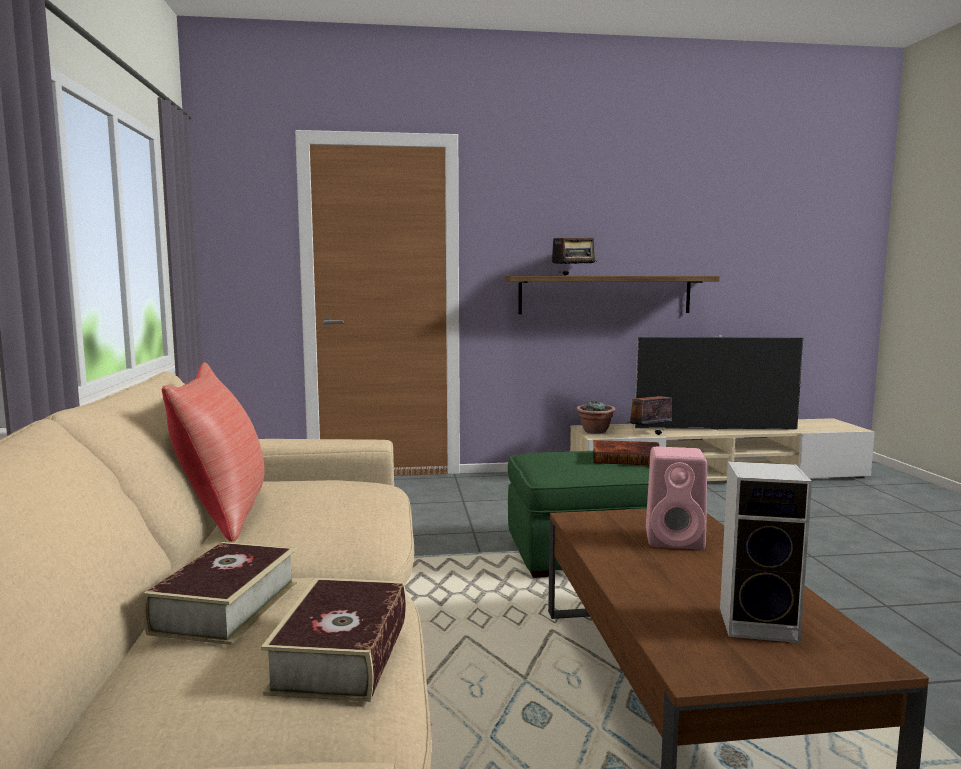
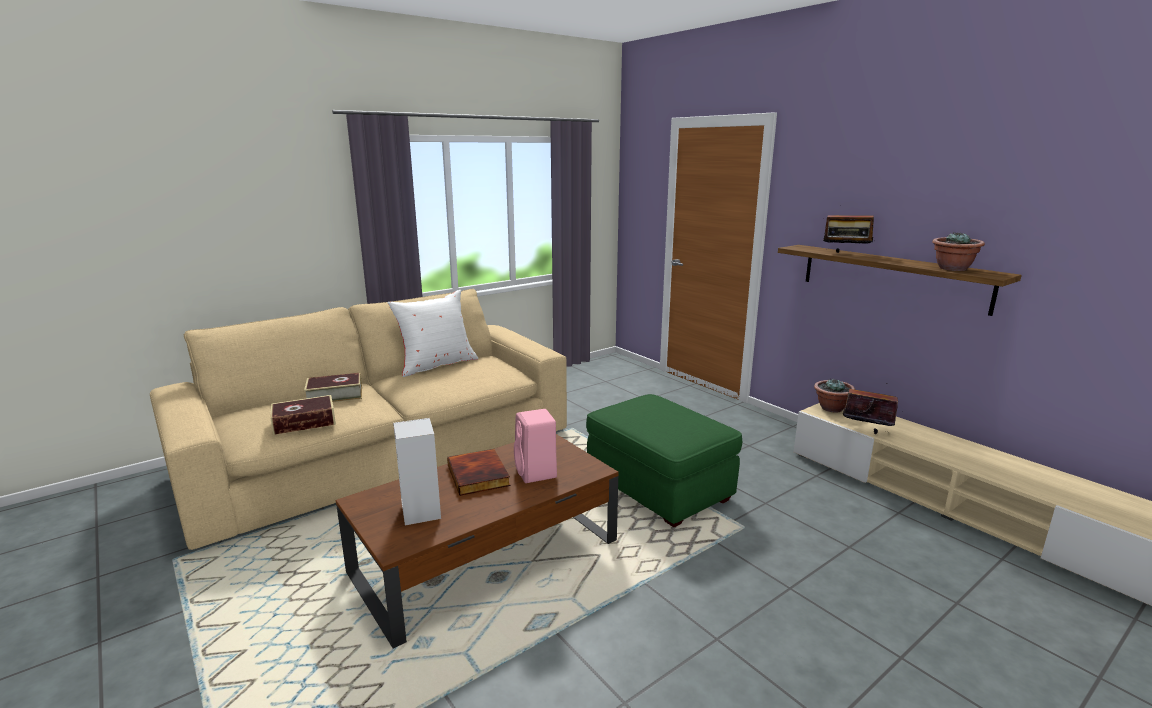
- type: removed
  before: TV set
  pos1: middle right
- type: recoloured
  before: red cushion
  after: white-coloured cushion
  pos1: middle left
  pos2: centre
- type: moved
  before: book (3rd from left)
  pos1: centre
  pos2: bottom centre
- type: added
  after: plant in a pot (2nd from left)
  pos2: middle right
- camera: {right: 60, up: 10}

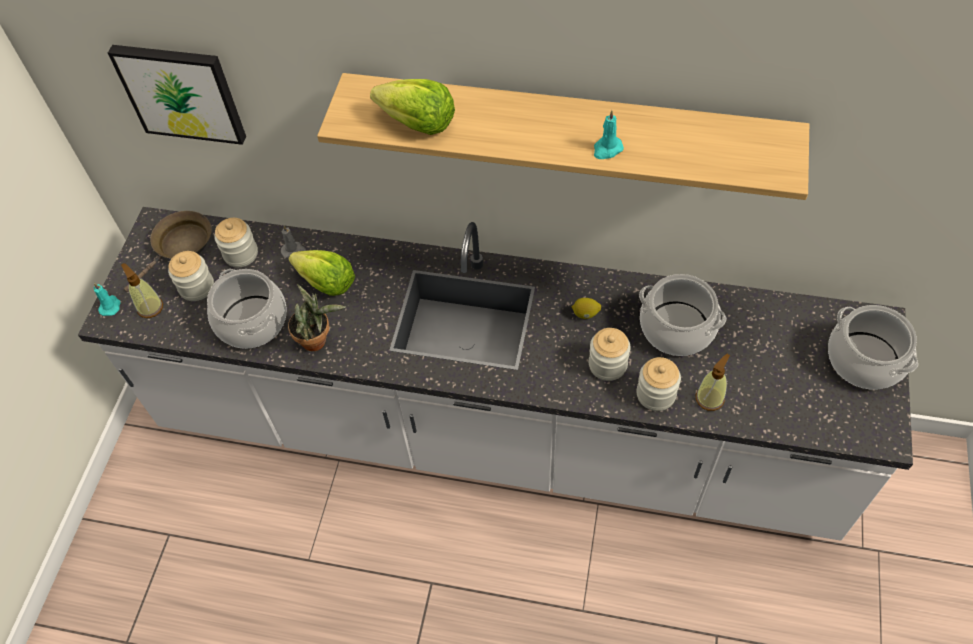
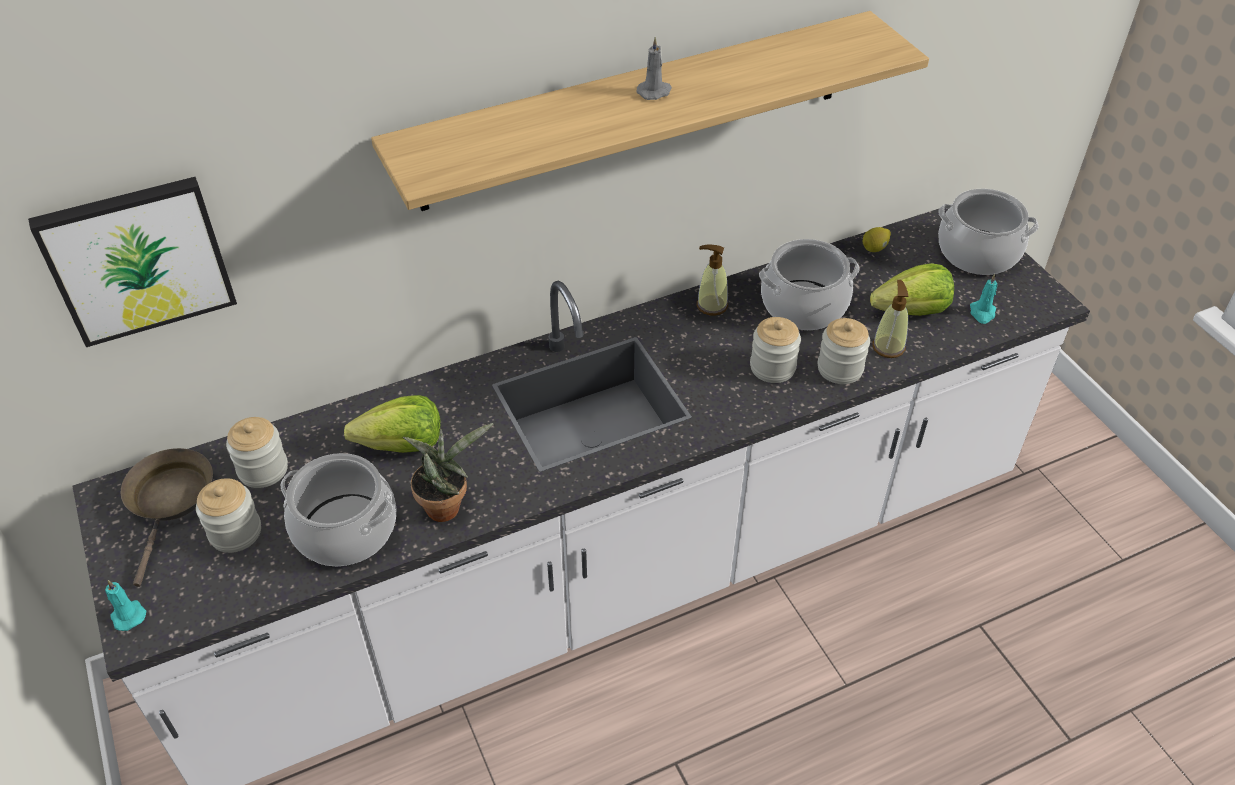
- type: moved
  before: lettuce (2nd from left)
  pos1: top centre
  pos2: middle right
- type: moved
  before: turquoise candle (2nd from left)
  pos1: top centre
  pos2: middle right
- type: moved
  before: grey candle
  pos1: middle left
  pos2: top centre
- type: moved
  before: soap dispenser (1st from left)
  pos1: middle left
  pos2: centre
- type: moved
  before: citrus fruit
  pos1: centre
  pos2: top right
- camera: {right: -40, up: -10}

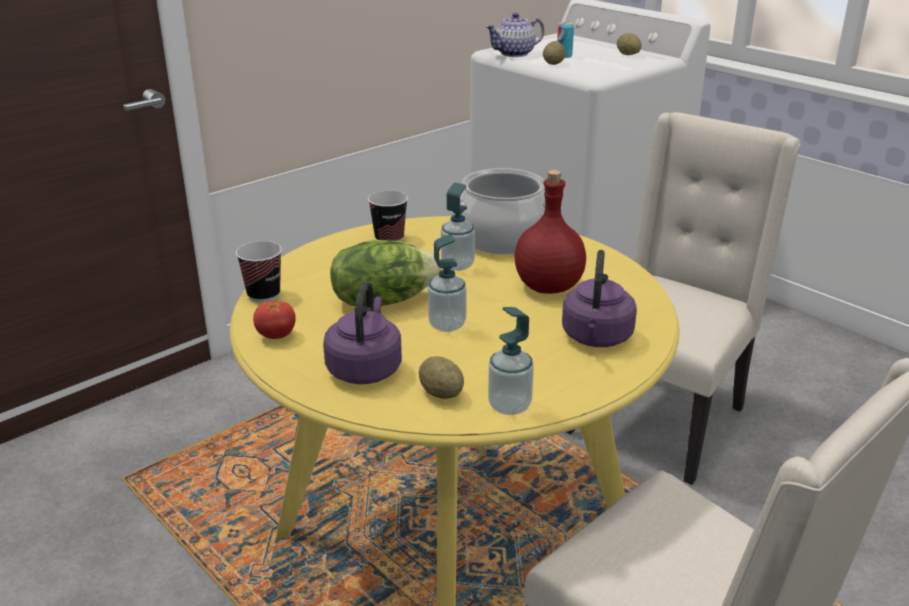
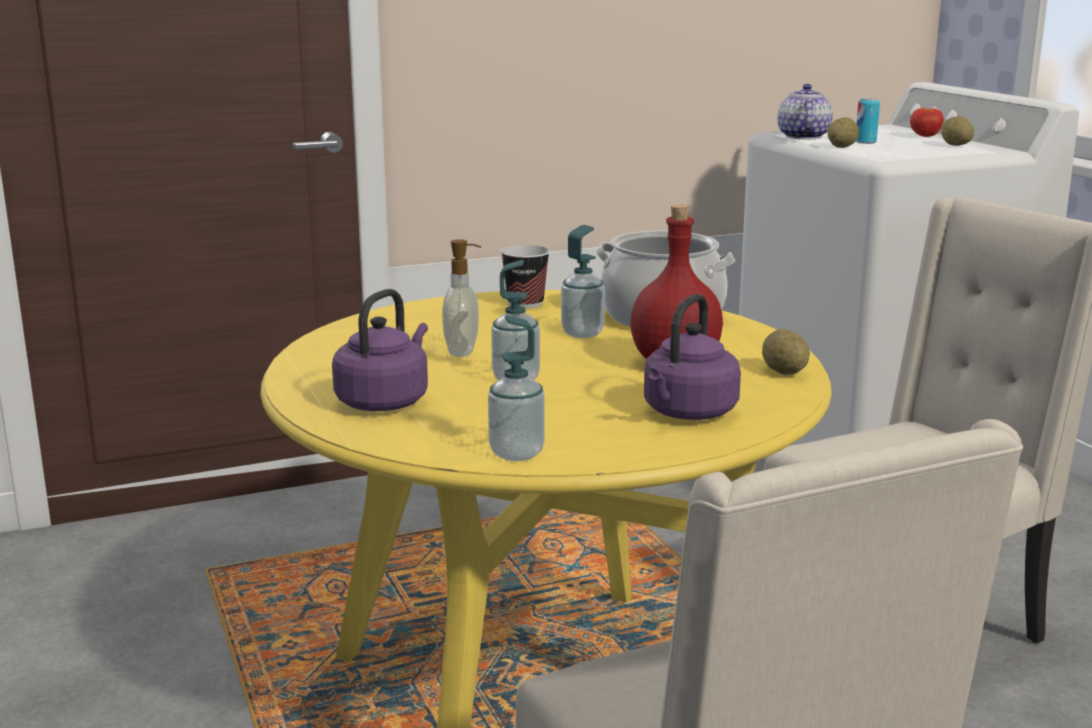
- type: turned
  before: pot for tea
  pos1: top centre
  pos2: top right
  turn: 105
- type: replaced
  before: lettuce
  after: soap dispenser (1st from left)
  pos1: centre
  pos2: centre
- type: removed
  before: drinking cup (1st from left)
  pos1: middle left
- type: moved
  before: whole tomato
  pos1: middle left
  pos2: top right
- type: moved
  before: potato (1st from left)
  pos1: centre
  pos2: middle right
- camera: {right: 20, up: -10}

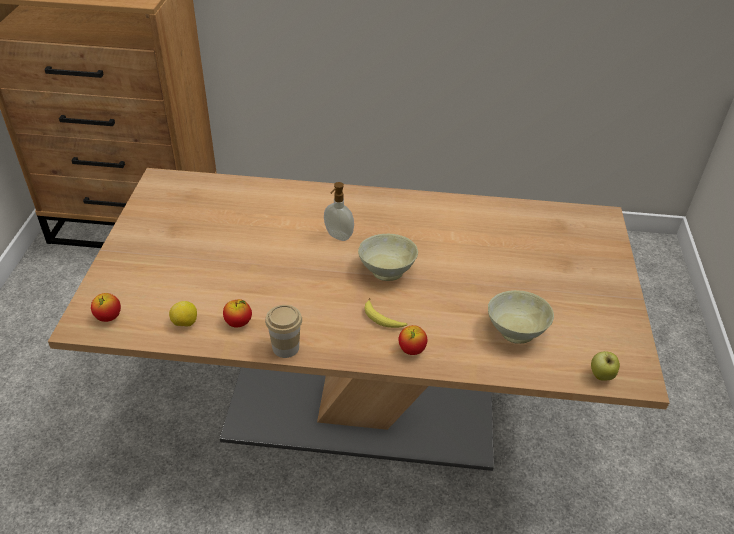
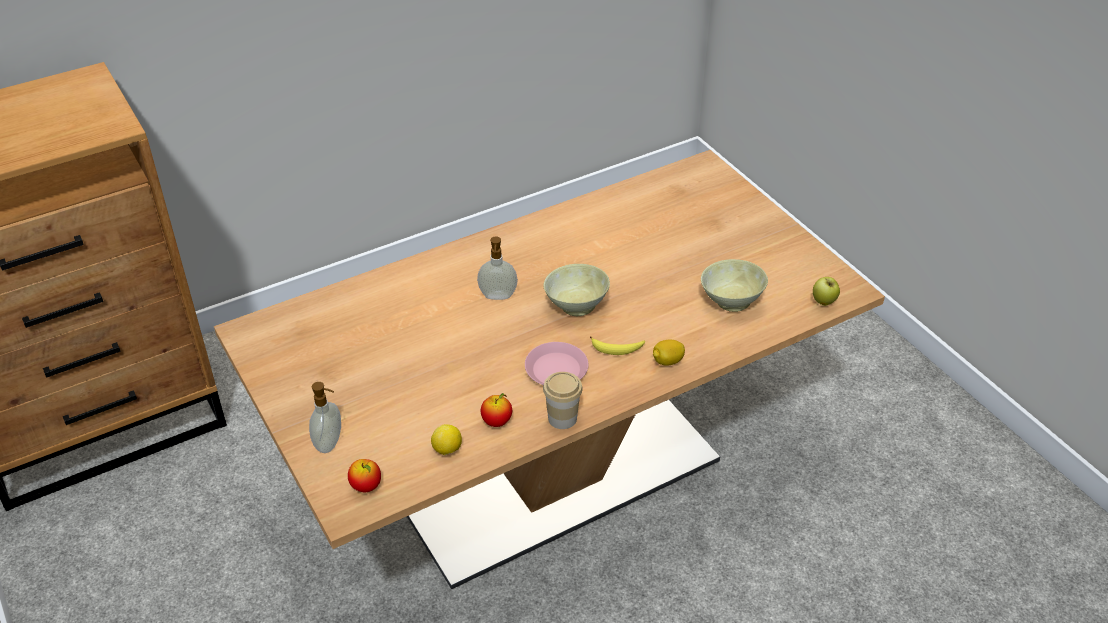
- type: replaced
  before: apple (3rd from left)
  after: citrus fruit (2nd from left)
  pos1: centre
  pos2: centre
- type: added
  after: pink plate
  pos2: centre
- type: added
  after: soap dispenser (1st from left)
  pos2: bottom left
- camera: {right: -35, up: 0}

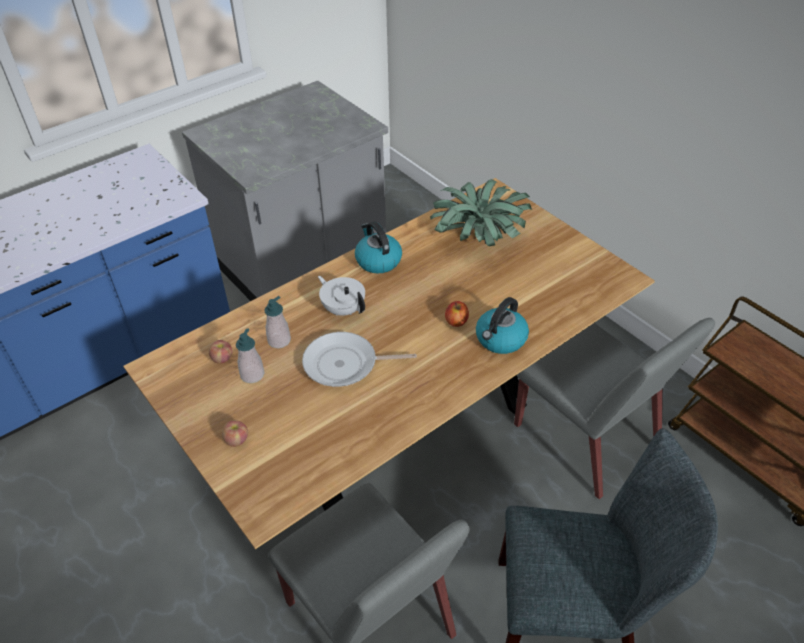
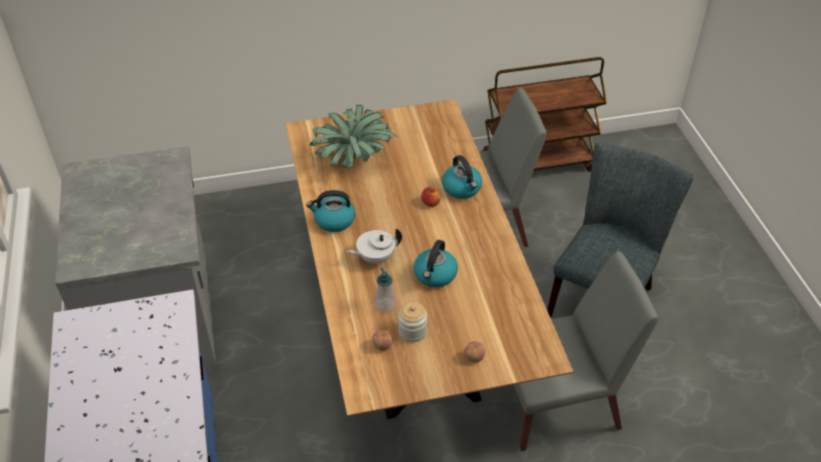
- type: replaced
  before: soap dispenser (1st from left)
  after: jar
  pos1: middle left
  pos2: bottom centre
- type: replaced
  before: frying pan
  after: tea kettle (2nd from left)
  pos1: centre
  pos2: centre
- camera: {right: -65, up: 0}

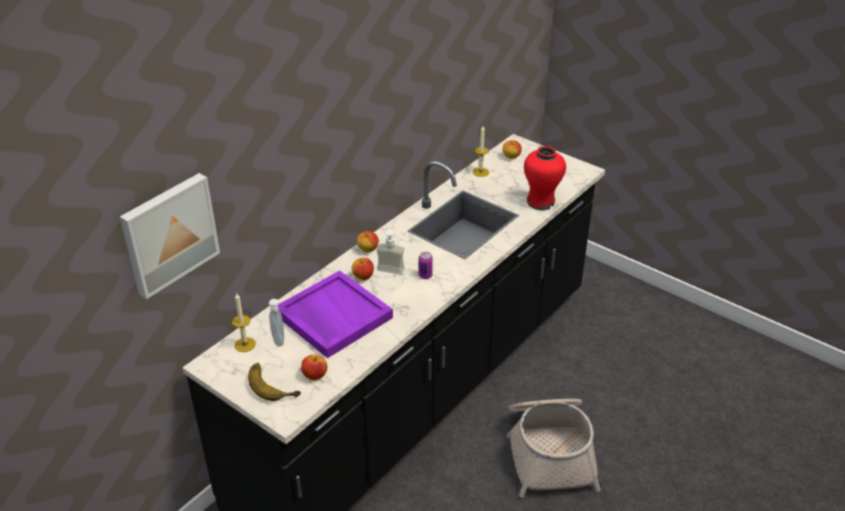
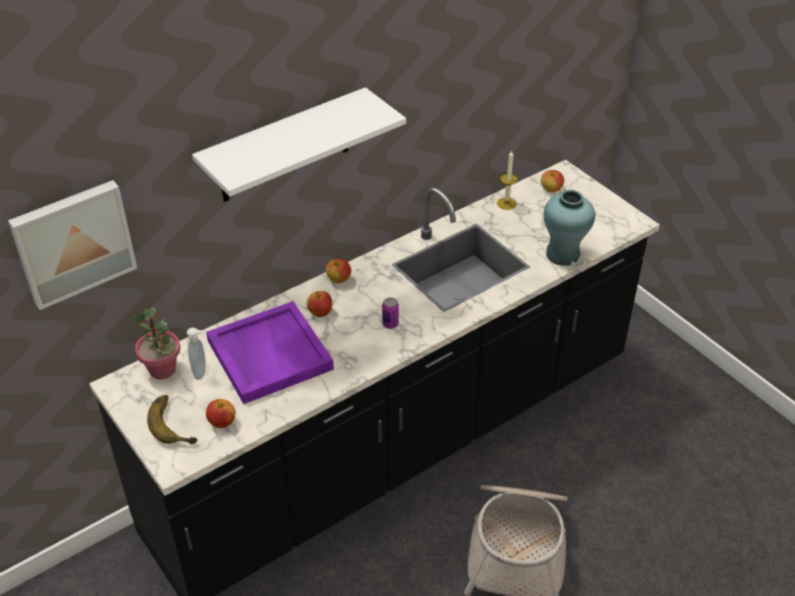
- type: recoloured
  before: red flower vase
  after: turquoise flower vase
  pos1: centre
  pos2: middle right
- type: removed
  before: soap dispenser (2nd from left)
  pos1: centre
- type: replaced
  before: candle (1st from left)
  after: plant in a pot
  pos1: middle left
  pos2: middle left
- type: added
  after: white-coloured bracket shelf
  pos2: top centre
- camera: {right: 15, up: 5}

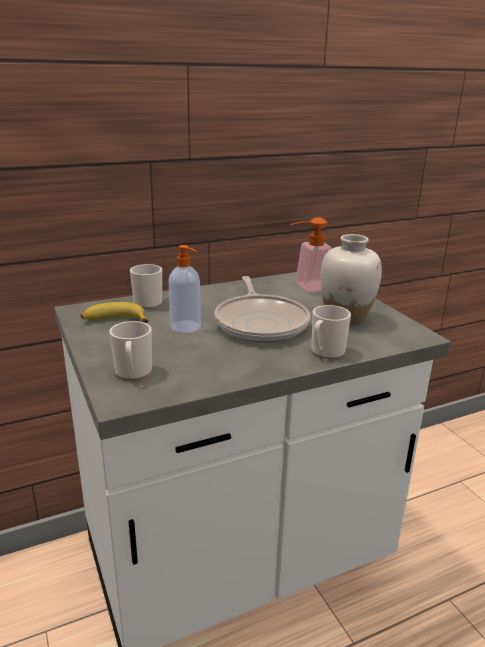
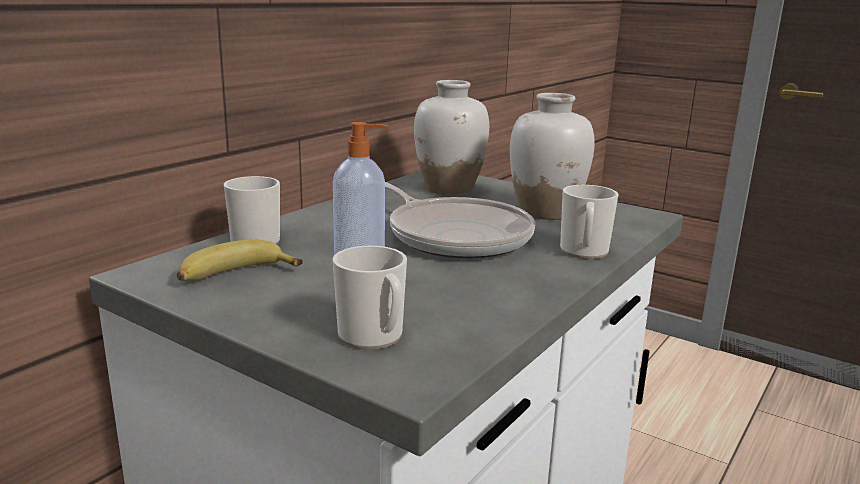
- type: replaced
  before: soap dispenser (2nd from left)
  after: white-coloured flower vase (1st from left)
  pos1: centre
  pos2: top centre
- camera: {right: -30, up: -5}

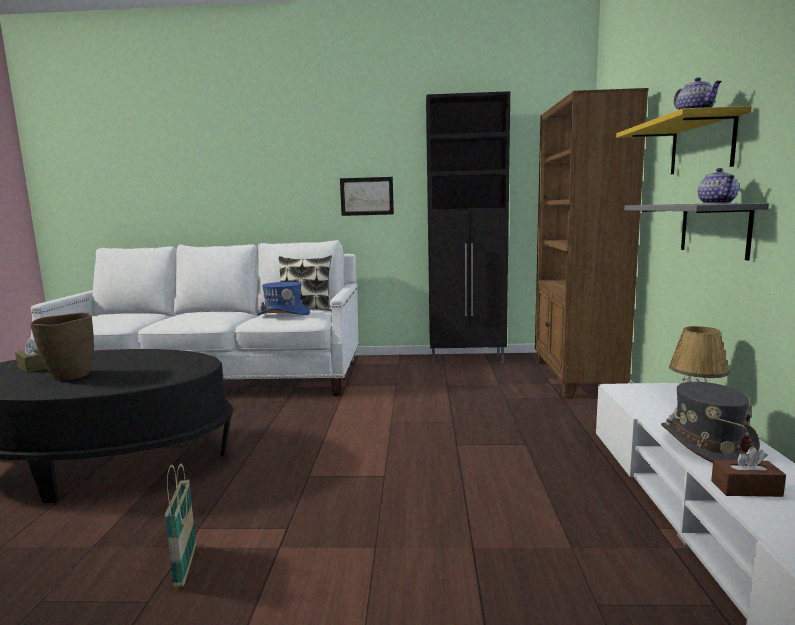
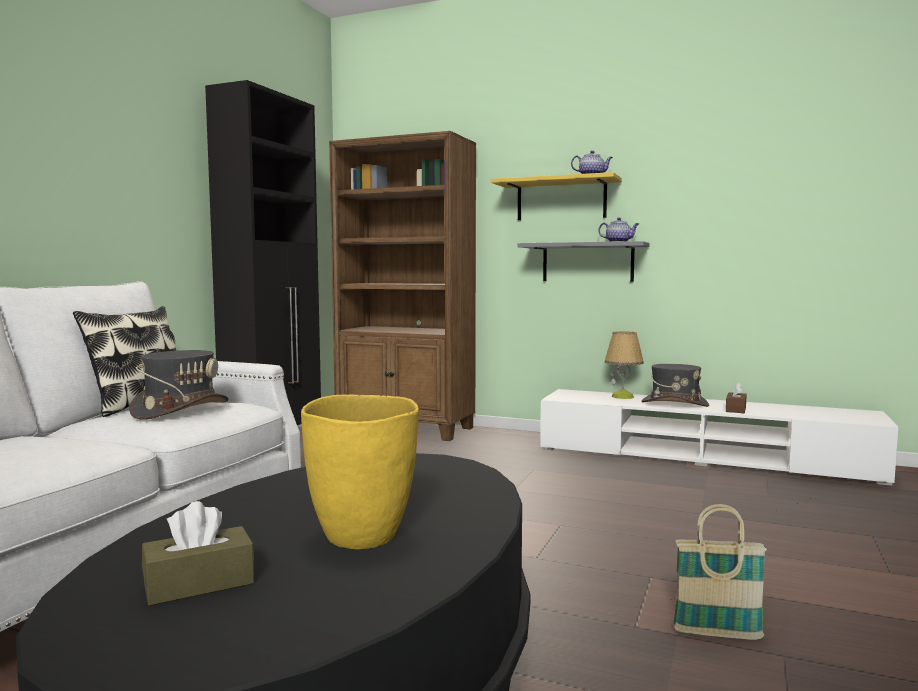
- type: removed
  before: wall picture
  pos1: top centre
- type: recoloured
  before: blue-coloured wearable hat
  after: grey wearable hat (1st from left)
  pos1: centre
  pos2: middle left
- type: recoloured
  before: brown-coloured flower vase
  after: yellowish flower vase
  pos1: middle left
  pos2: bottom centre
- camera: {right: -70, up: -5}

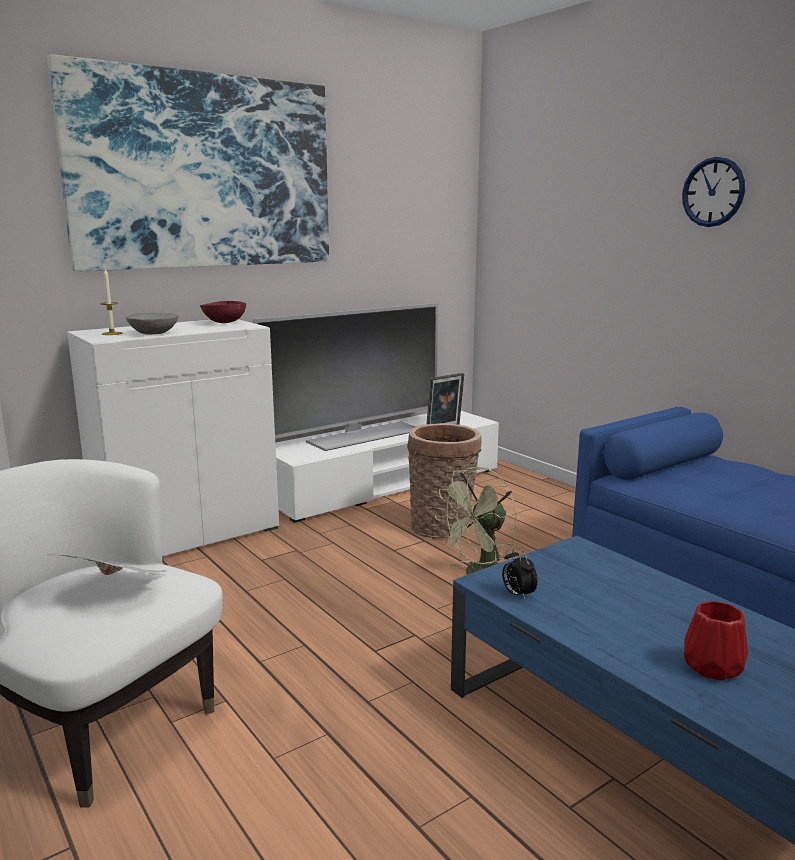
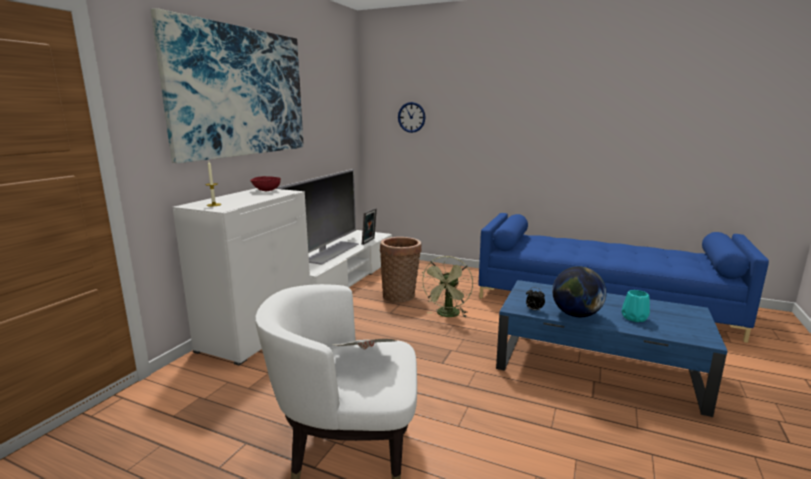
- type: moved
  before: wall clock
  pos1: top right
  pos2: top centre
- type: removed
  before: grey serving bowl
  pos1: middle left
- type: recoloured
  before: red flower vase
  after: turquoise flower vase
  pos1: bottom right
  pos2: middle right
- type: added
  after: desk globe
  pos2: middle right
- camera: {right: -30, up: 0}

